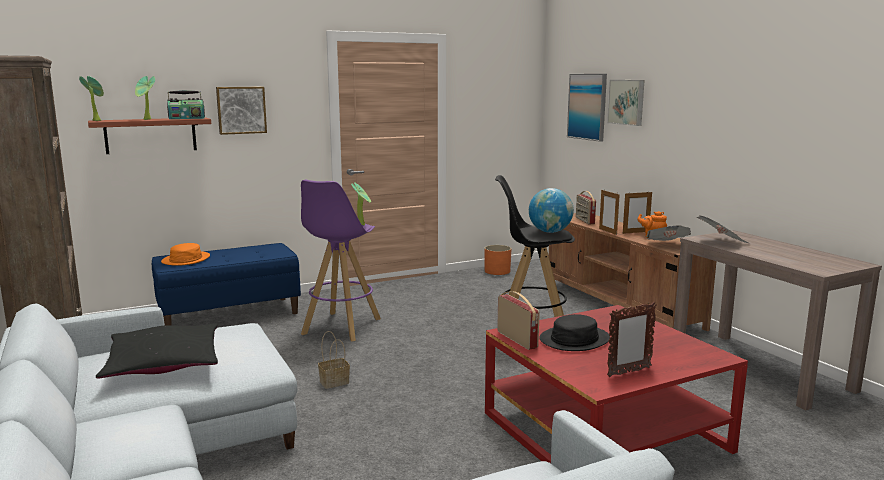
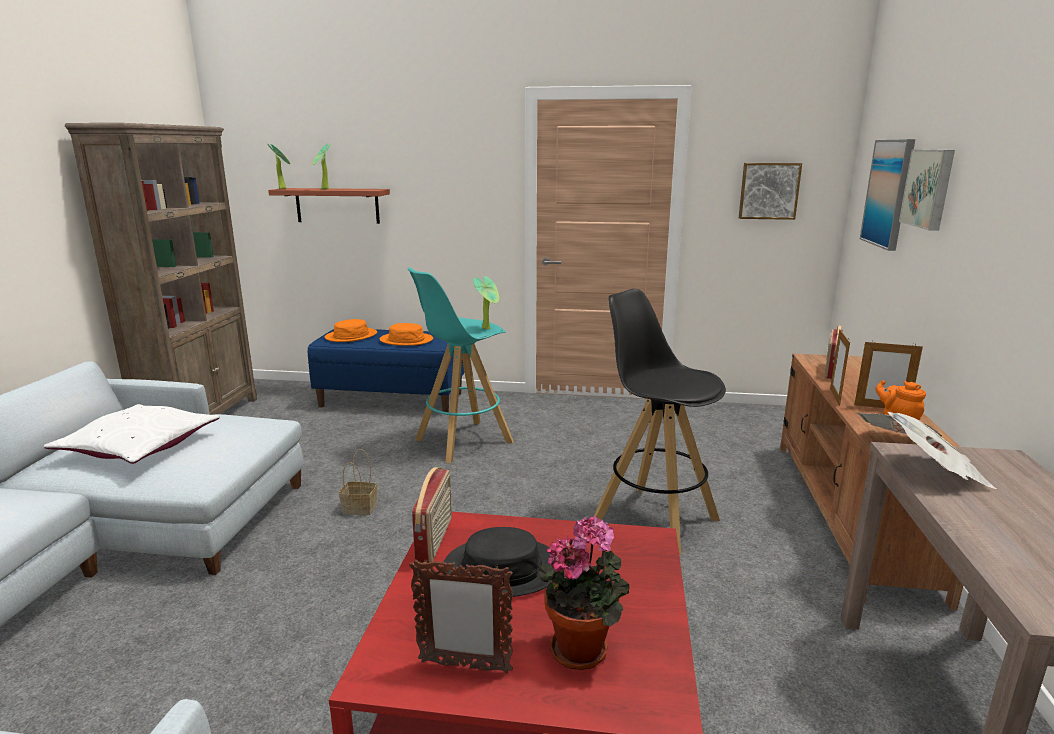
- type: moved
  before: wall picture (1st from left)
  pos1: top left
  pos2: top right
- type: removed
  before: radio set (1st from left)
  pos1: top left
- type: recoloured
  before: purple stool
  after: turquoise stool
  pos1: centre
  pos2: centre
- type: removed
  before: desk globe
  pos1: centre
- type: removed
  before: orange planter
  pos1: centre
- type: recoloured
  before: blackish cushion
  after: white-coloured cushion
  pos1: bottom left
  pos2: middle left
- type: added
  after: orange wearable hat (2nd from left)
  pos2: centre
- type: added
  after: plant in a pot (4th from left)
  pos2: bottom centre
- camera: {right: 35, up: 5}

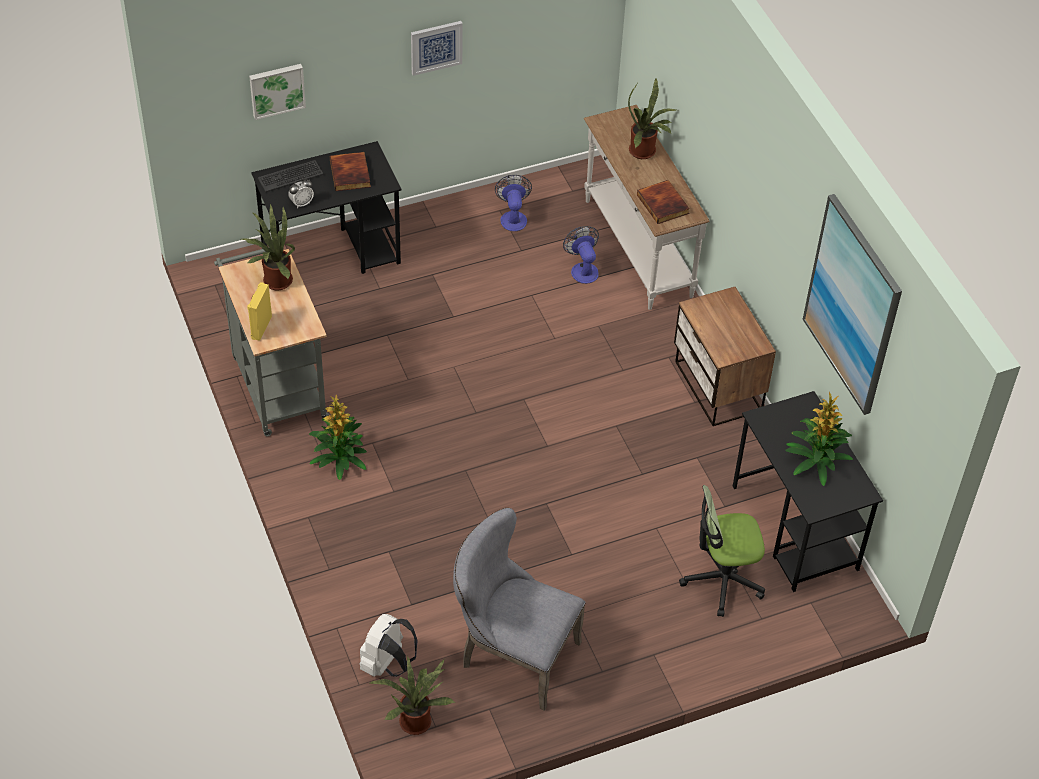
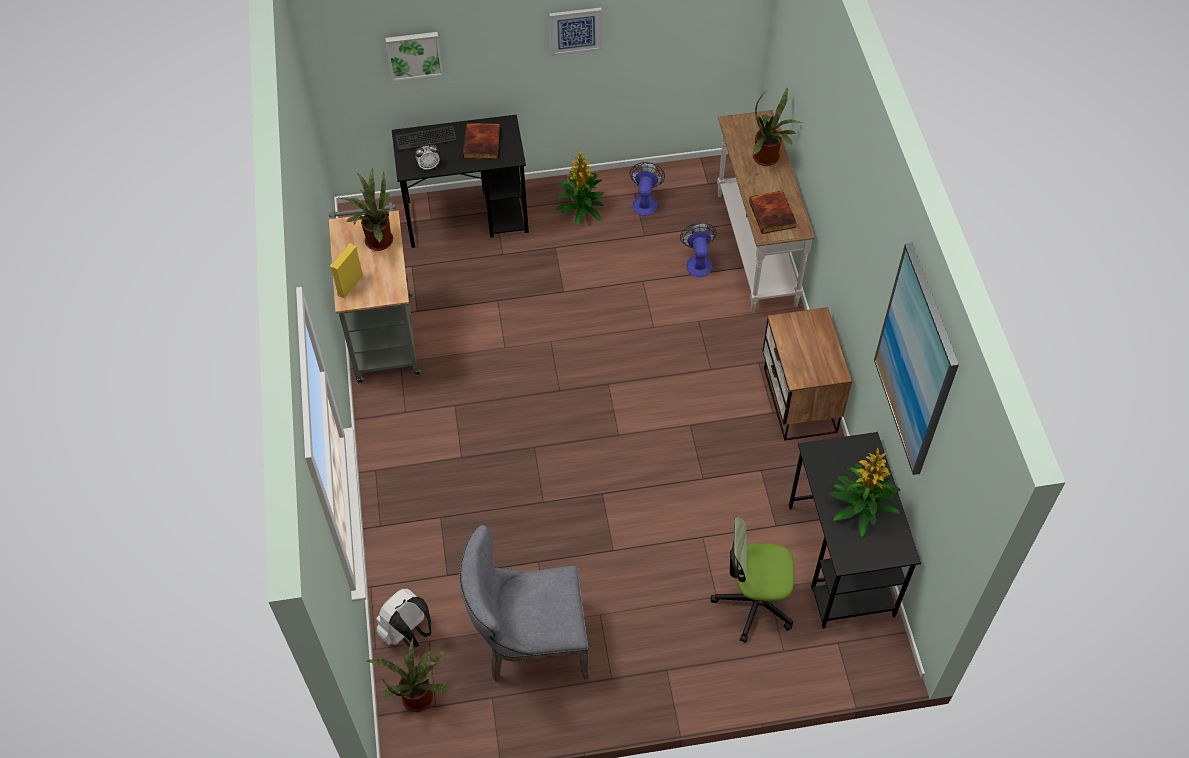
- type: moved
  before: plant in a pot (2nd from left in the first image)
  after: plant in a pot (3rd from left)
  pos1: middle left
  pos2: top centre
- type: turned
  before: grey chair
  pos1: bottom centre
  pos2: bottom centre
  turn: -45
- camera: {right: 15, up: 5}

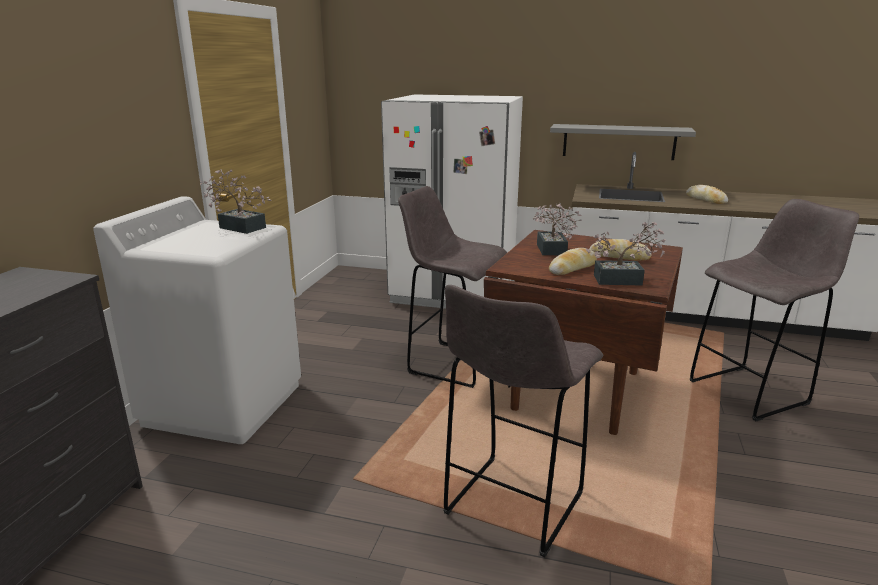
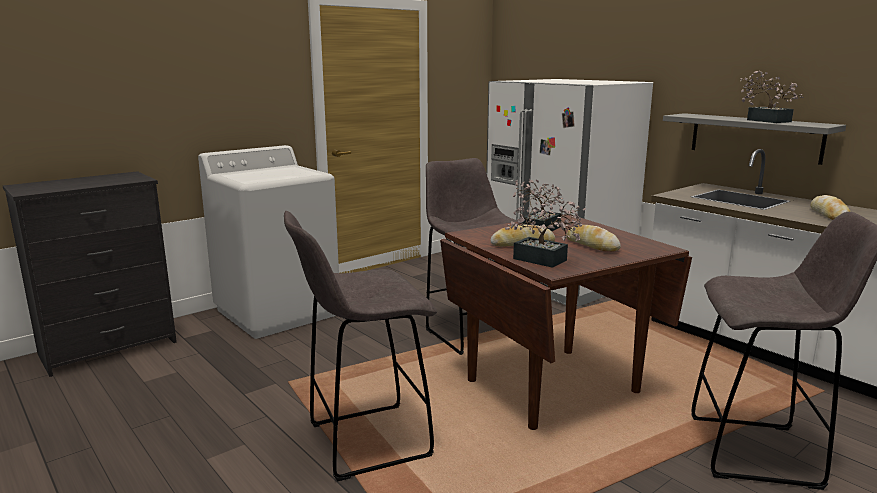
- type: moved
  before: plant in a pot (1st from left in the first image)
  after: plant in a pot (3rd from left)
  pos1: middle left
  pos2: top right
- camera: {right: 35, up: -5}

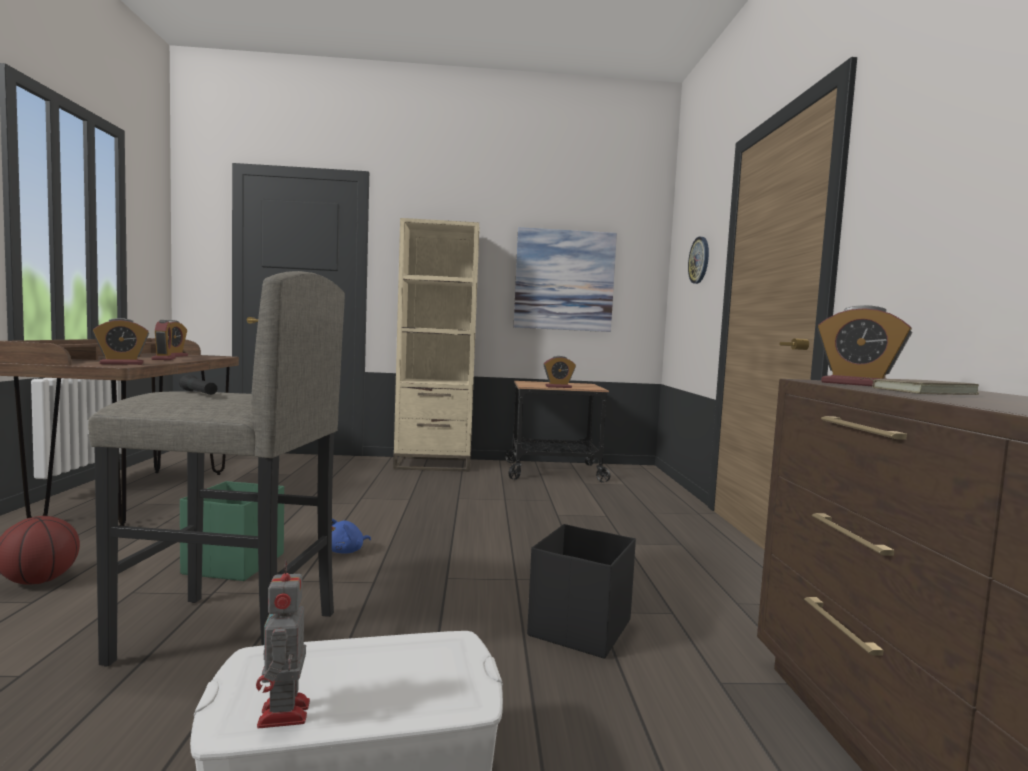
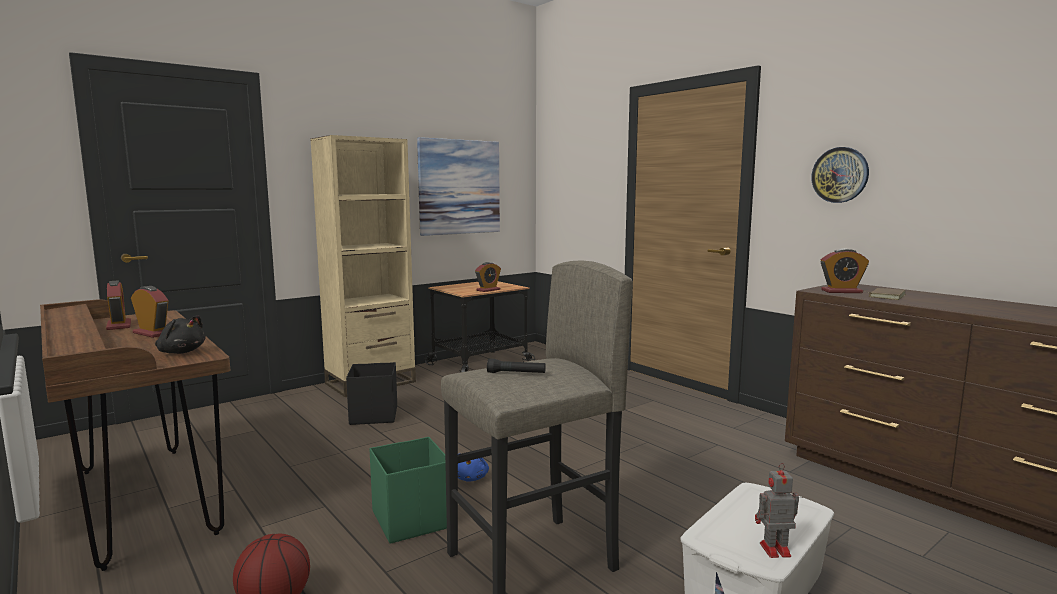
- type: moved
  before: wall clock
  pos1: middle right
  pos2: top right
- type: replaced
  before: alarm clock (1st from left)
  after: blackish plush toy
  pos1: middle left
  pos2: middle left
- type: moved
  before: blackish storage container
  pos1: bottom centre
  pos2: centre
- type: turned
  before: robot figure
  pos1: bottom left
  pos2: bottom right
  turn: 135
- camera: {right: -35, up: 5}

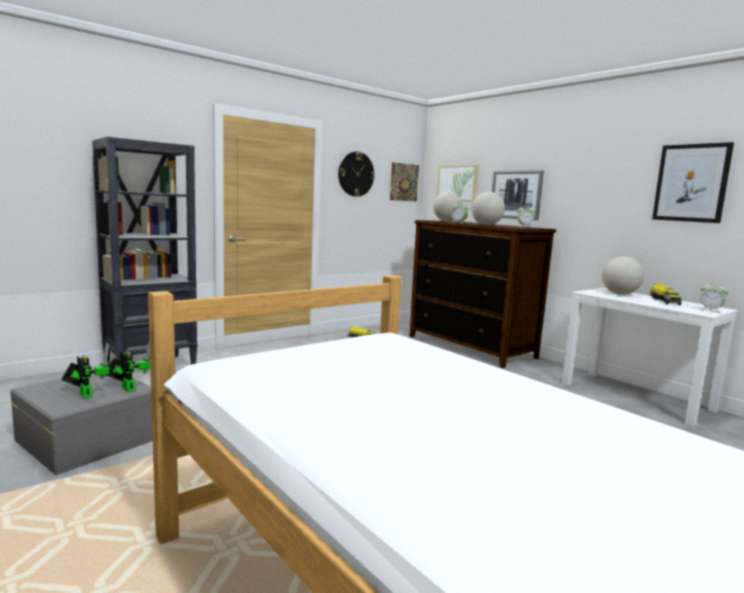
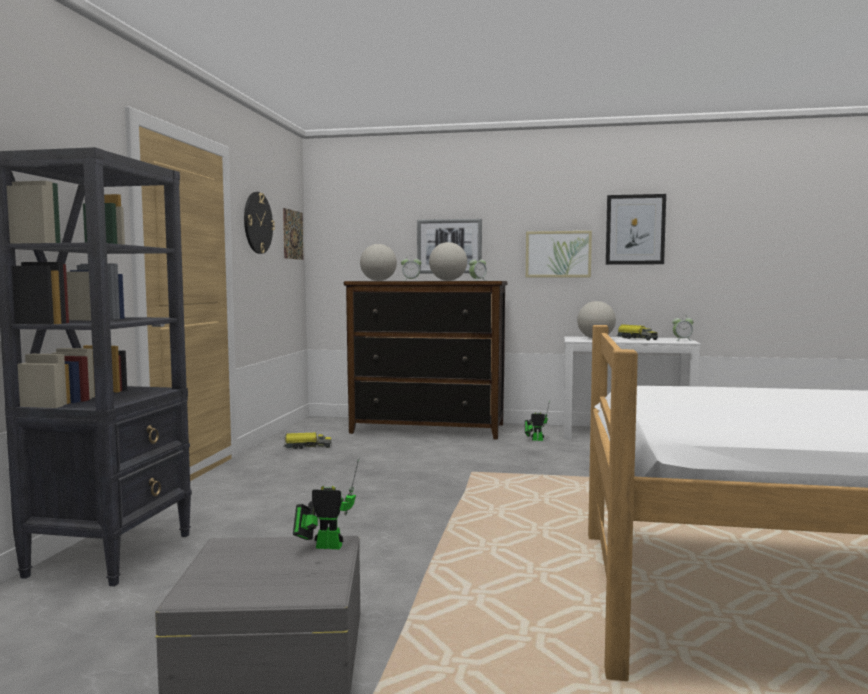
- type: moved
  before: wall picture (2nd from left in the first image)
  after: wall picture (3rd from left)
  pos1: top centre
  pos2: centre
- type: moved
  before: robot figure (1st from left in the first image)
  after: robot figure (2nd from left)
  pos1: middle left
  pos2: centre
- camera: {right: -40, up: -5}

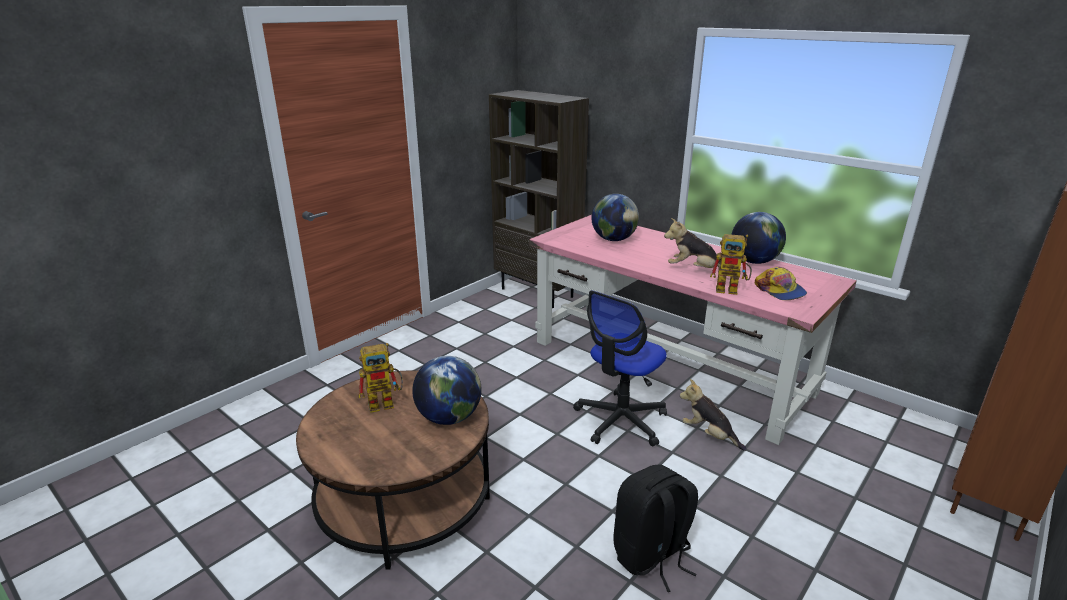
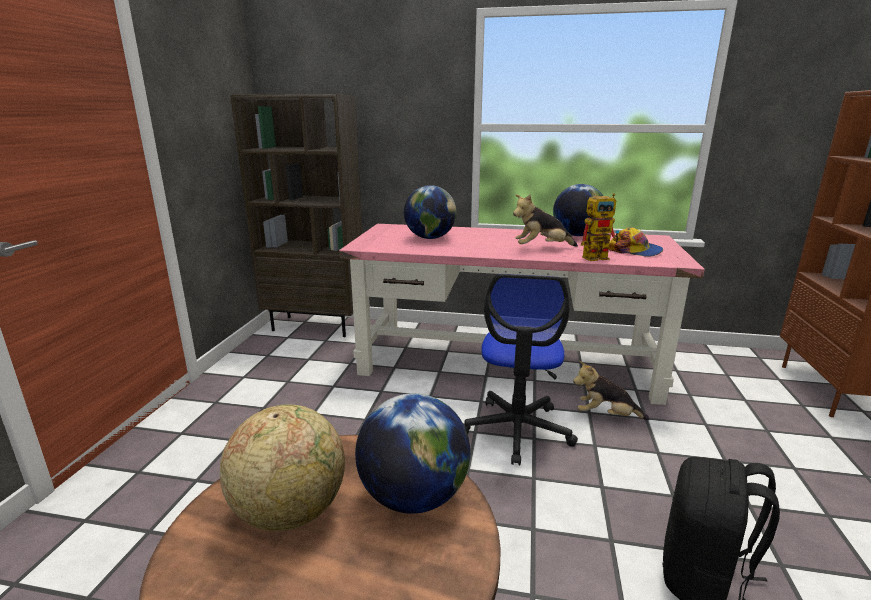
- type: replaced
  before: robot figure (1st from left)
  after: desk globe (1st from left)
  pos1: centre
  pos2: bottom left
- camera: {right: -30, up: -5}

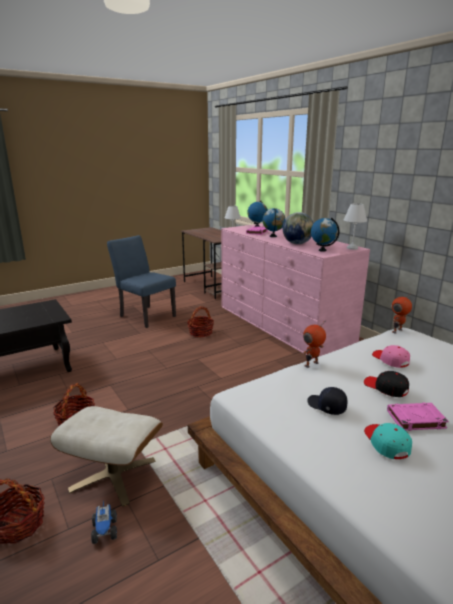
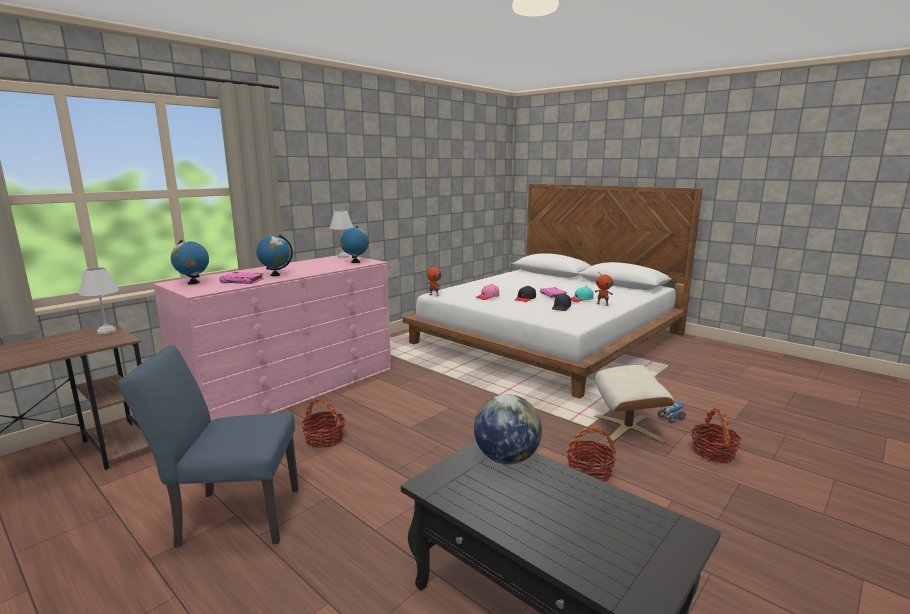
- type: moved
  before: desk globe (3rd from left in the first image)
  after: desk globe (4th from left)
  pos1: centre
  pos2: bottom centre
- type: turned
  before: blue-coloured chair
  pos1: middle left
  pos2: bottom left
  turn: 60
- type: moved
  before: robot figure (1st from left in the first image)
  after: robot figure (2nd from left)
  pos1: middle right
  pos2: centre
- camera: {right: -105, up: -5}

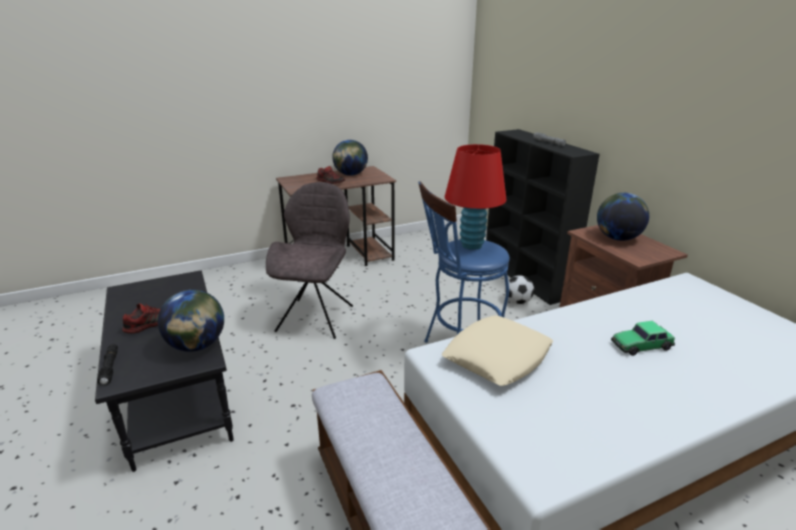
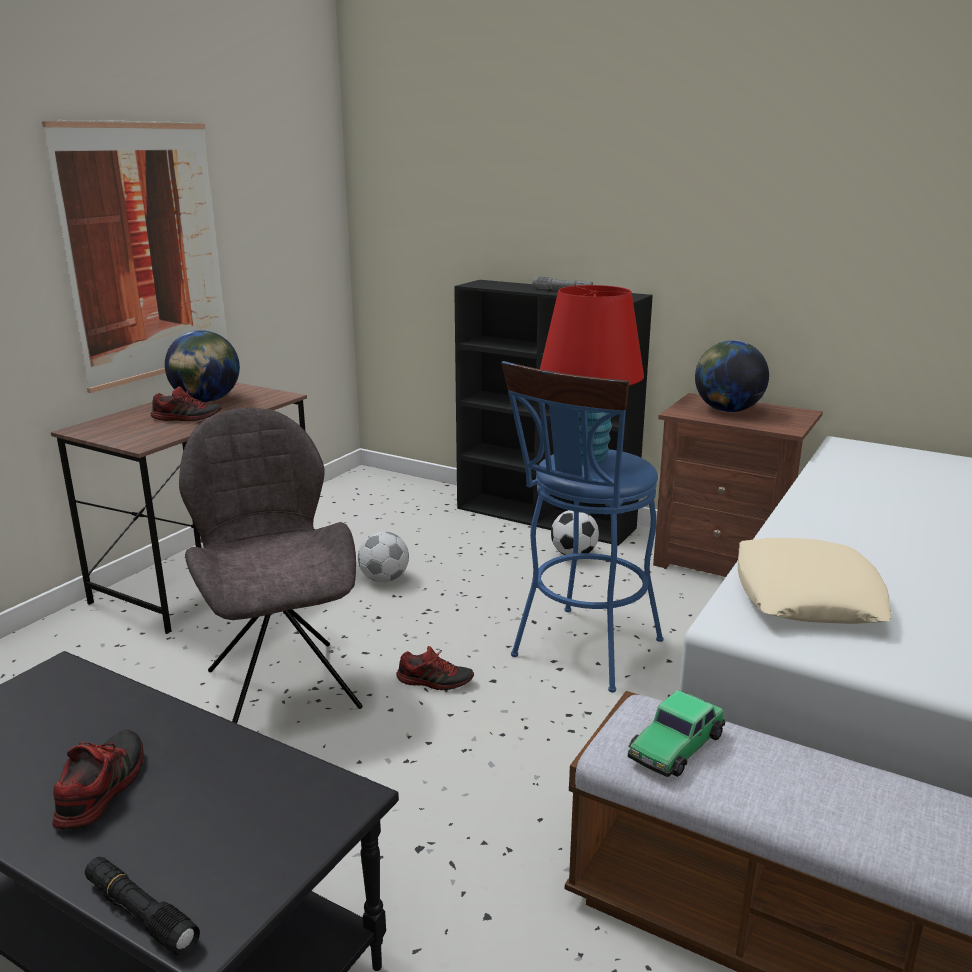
- type: removed
  before: desk globe (1st from left)
  pos1: middle left
- type: moved
  before: model car
  pos1: middle right
  pos2: bottom right
- type: added
  after: wall picture
  pos2: top left
- type: added
  after: ball for football (1st from left)
  pos2: centre
- type: added
  after: shoe (3rd from left)
  pos2: bottom centre
- camera: {right: -35, up: -5}

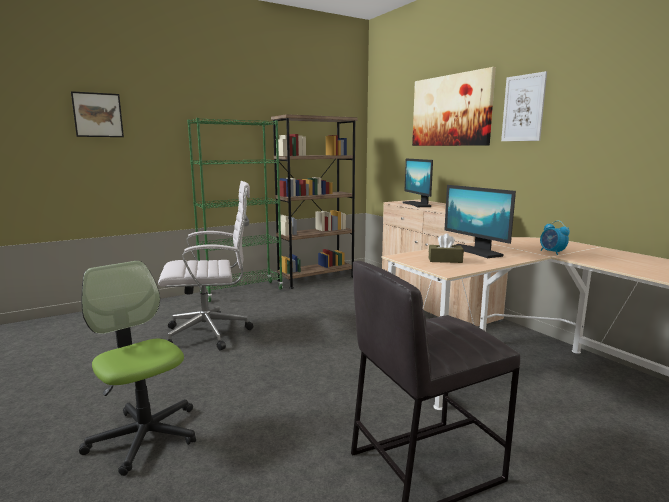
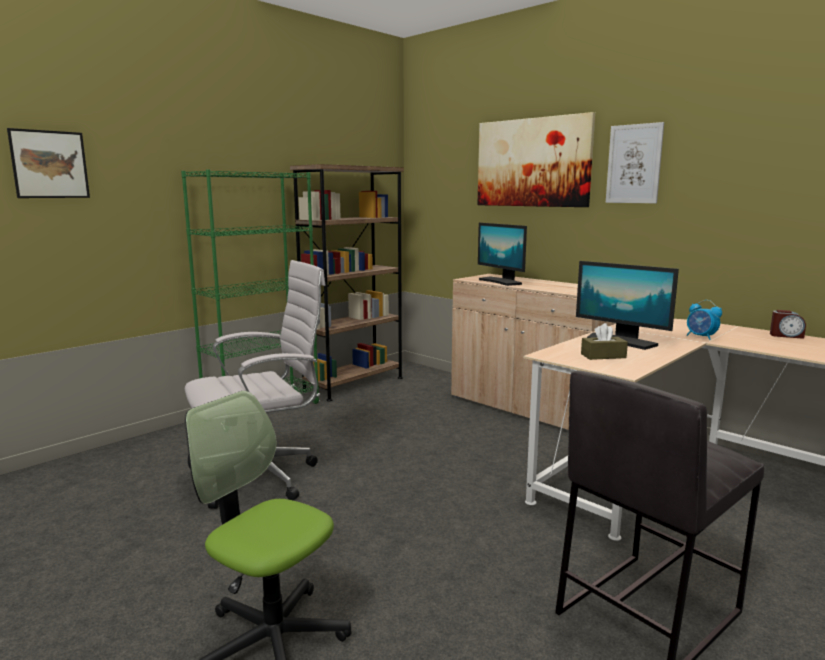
- type: added
  after: alarm clock (2nd from left)
  pos2: middle right
- camera: {right: -15, up: 0}

